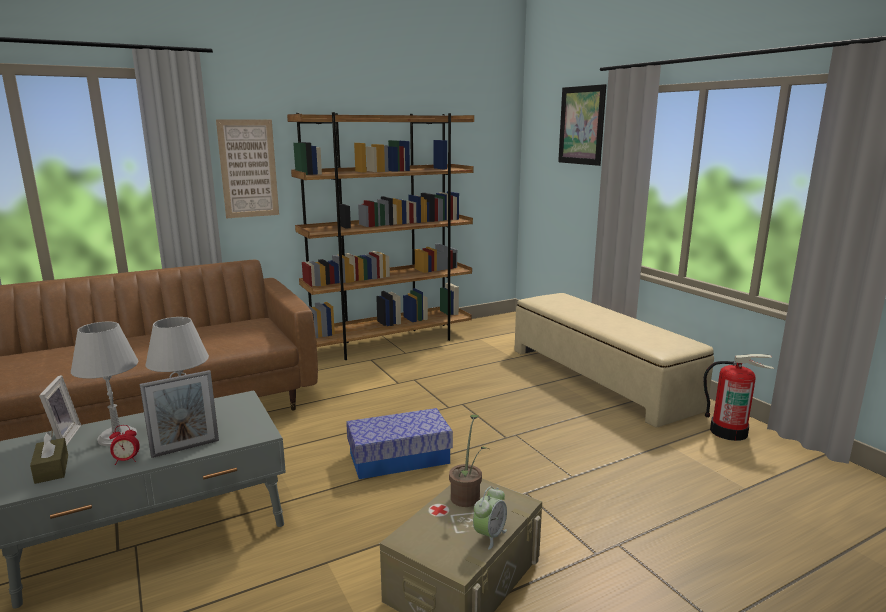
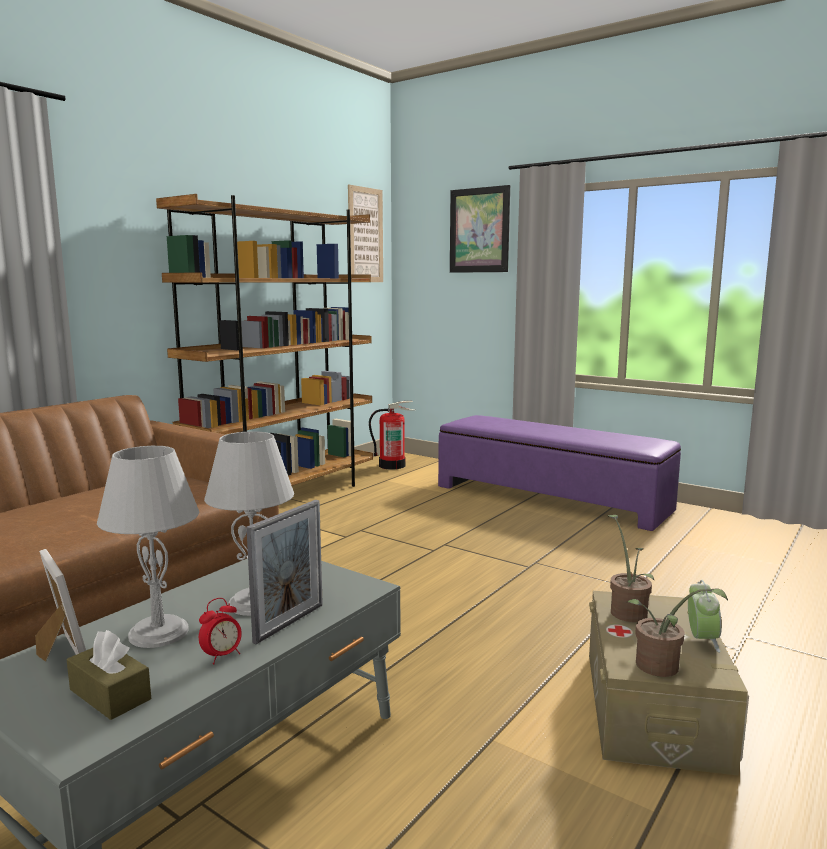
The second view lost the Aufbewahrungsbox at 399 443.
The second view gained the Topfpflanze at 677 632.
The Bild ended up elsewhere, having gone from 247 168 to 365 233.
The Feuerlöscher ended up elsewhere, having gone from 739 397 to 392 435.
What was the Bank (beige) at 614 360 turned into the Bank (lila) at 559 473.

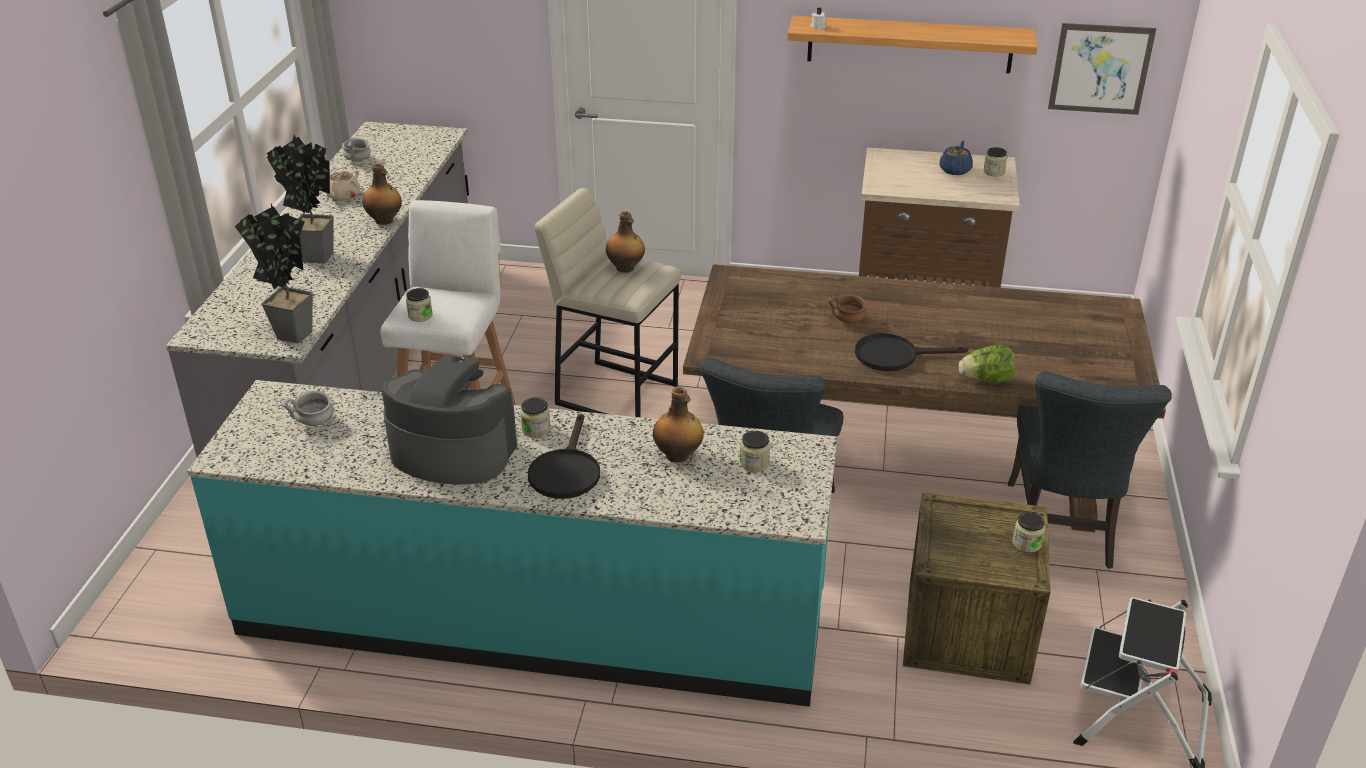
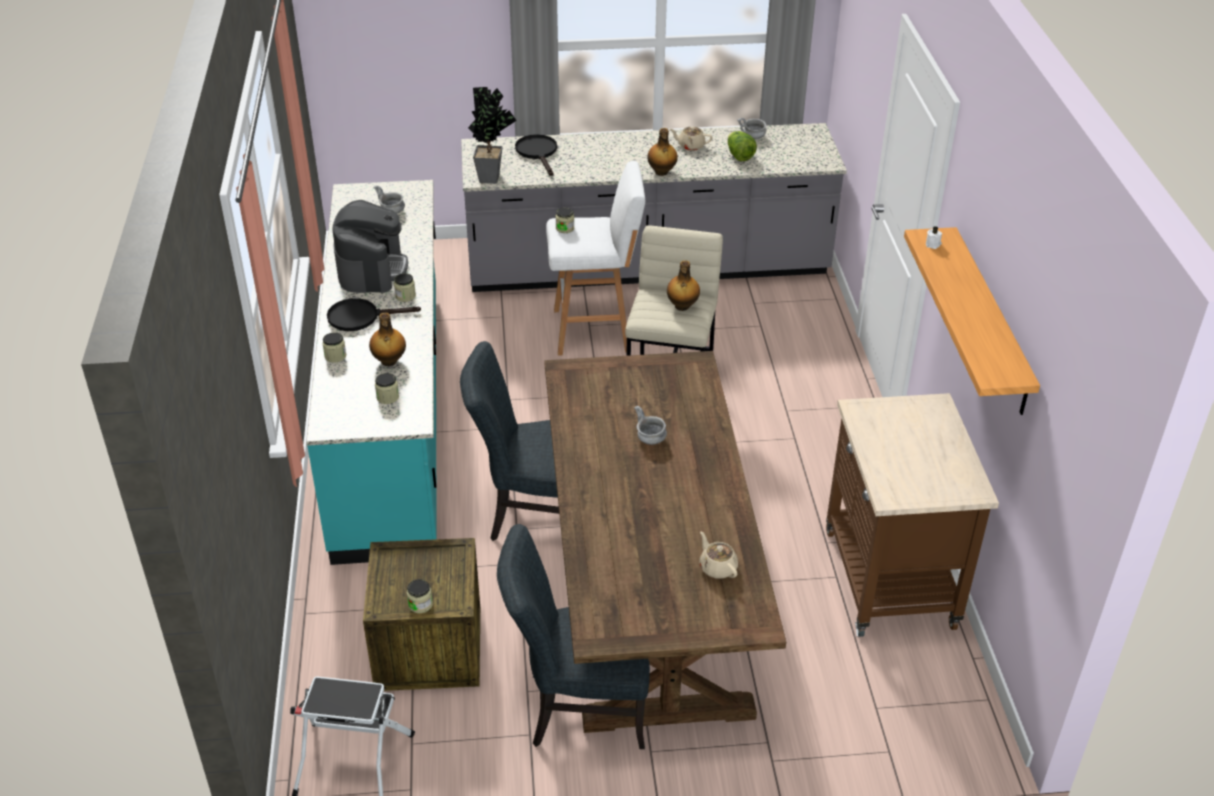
The second view lost the Topfpflanze at 300 199.
The second view lost the Teekanne (blau) at 956 157.
The second view lost the Bild at 1102 69.
The second view gained the Teekanne (beige) at 719 555.
The Pfanne (schwarz) ended up elsewhere, having gone from 911 352 to 536 155.
The Salatkopf ended up elsewhere, having gone from 987 364 to 742 146.
The Vorratsglas ended up elsewhere, having gone from 995 162 to 334 347.
What was the Schüssel (braun) at 846 309 turned into the Schüssel (grau) at 650 425.

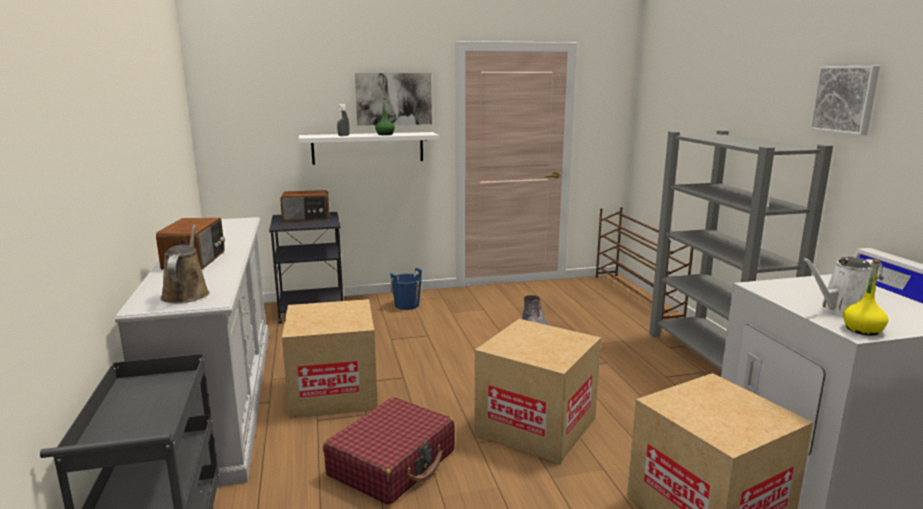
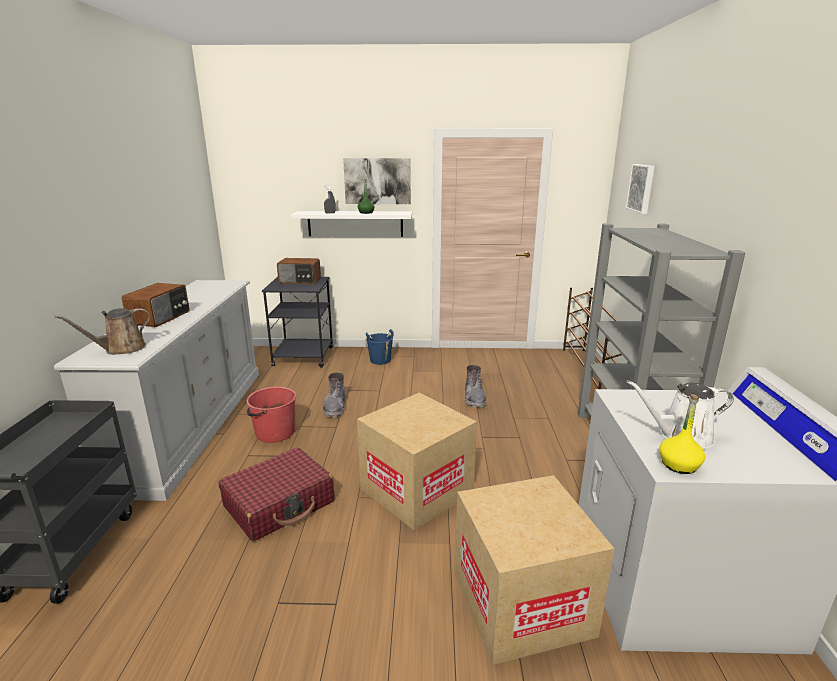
The second view gained the Stiefel (grau) at 334 395.
The Bild ended up elsewhere, having gone from 845 101 to 640 189.
Where the Karton stood at 330 359, the Eimer (rot) came to stand at 271 414.
The Gießkanne (braun) at 185 264 ended up facing another way, 135 degrees counterclockwise from before.

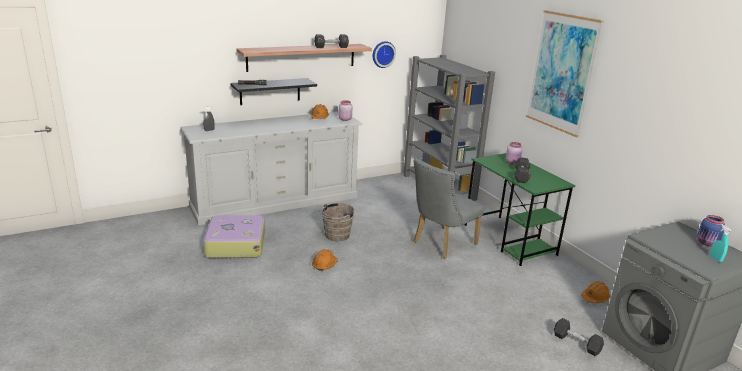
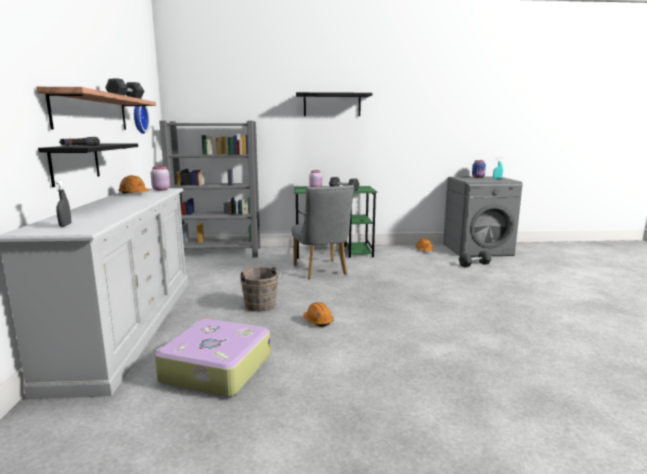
Where the Bild hung at 565 73, the Wandregal (schwarz) came to hang at 334 104.

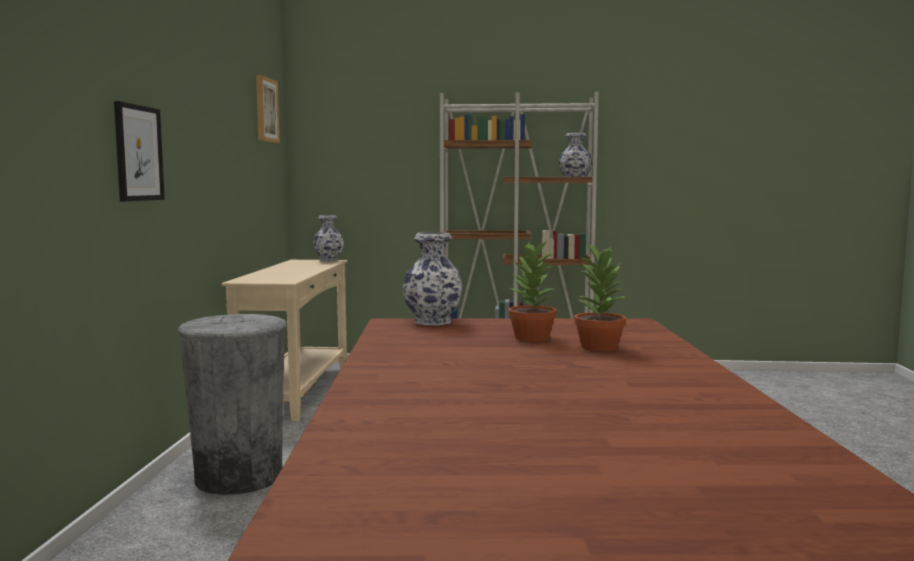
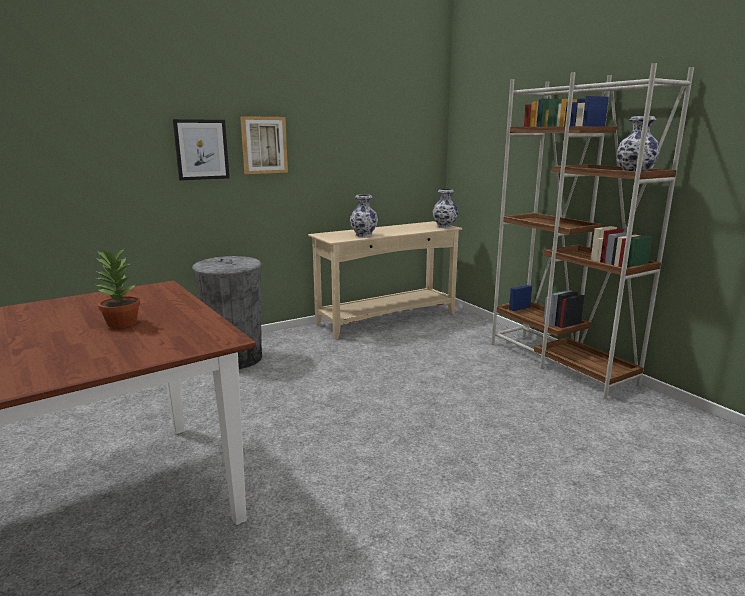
The second view lost the Topfpflanze at 601 297.
The Bild ended up elsewhere, having gone from 268 109 to 264 145.
The Vase ended up elsewhere, having gone from 432 278 to 364 215.

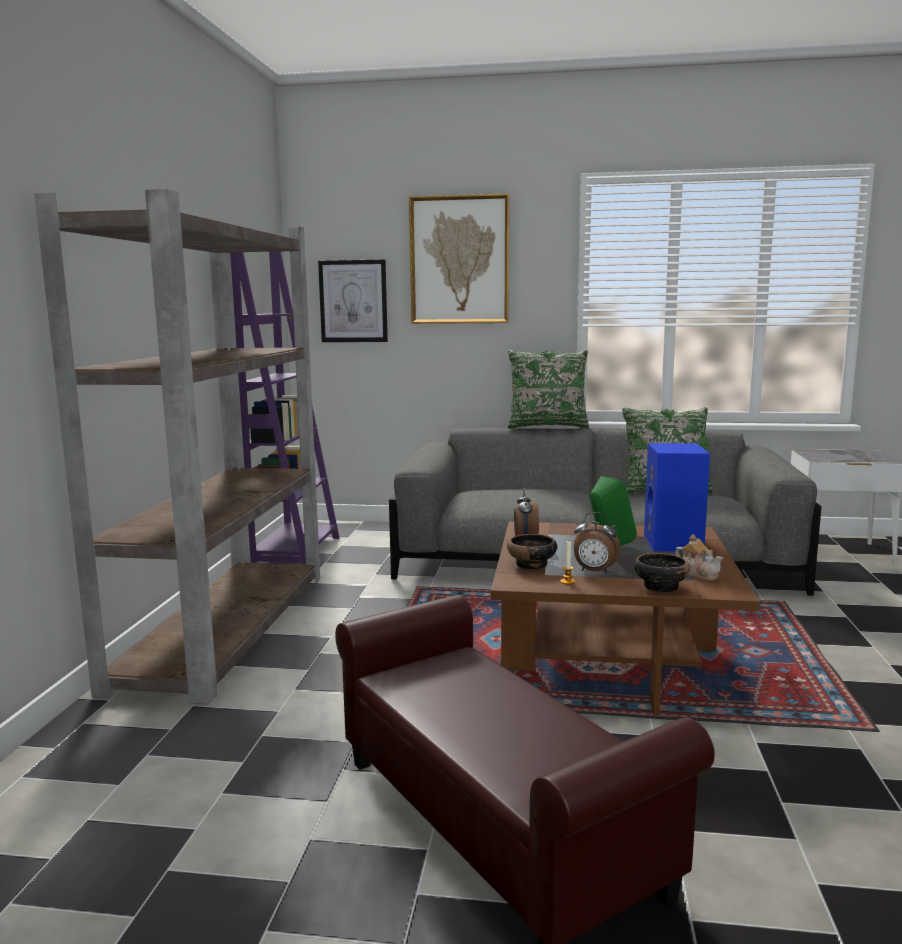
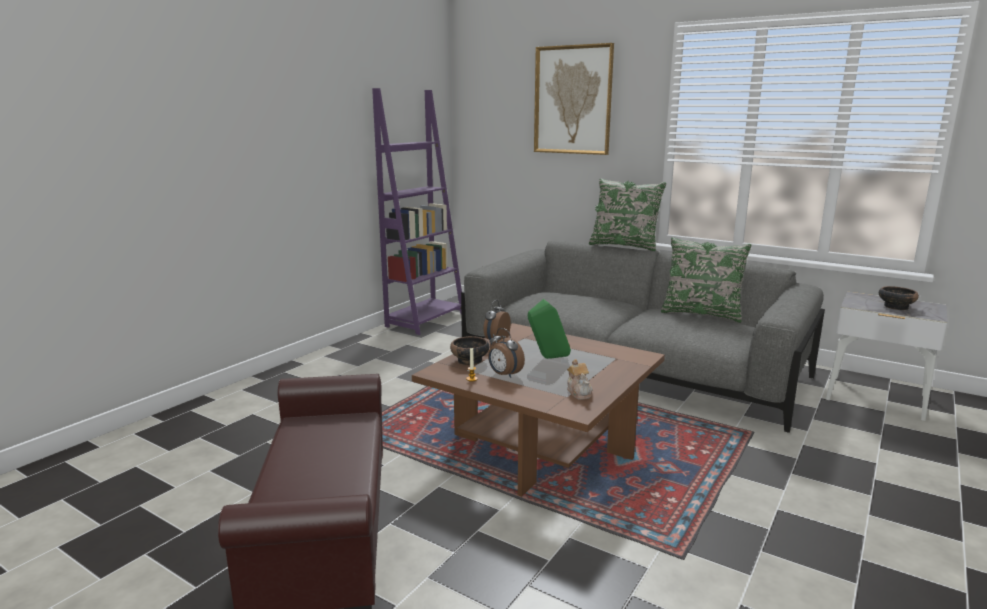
The second view lost the Bücherregal (braun) at 177 446.
The second view lost the Bild at 353 300.
The second view lost the Lautsprecher (blau) at 677 497.
The Schüssel ended up elsewhere, having gone from 662 573 to 899 298.

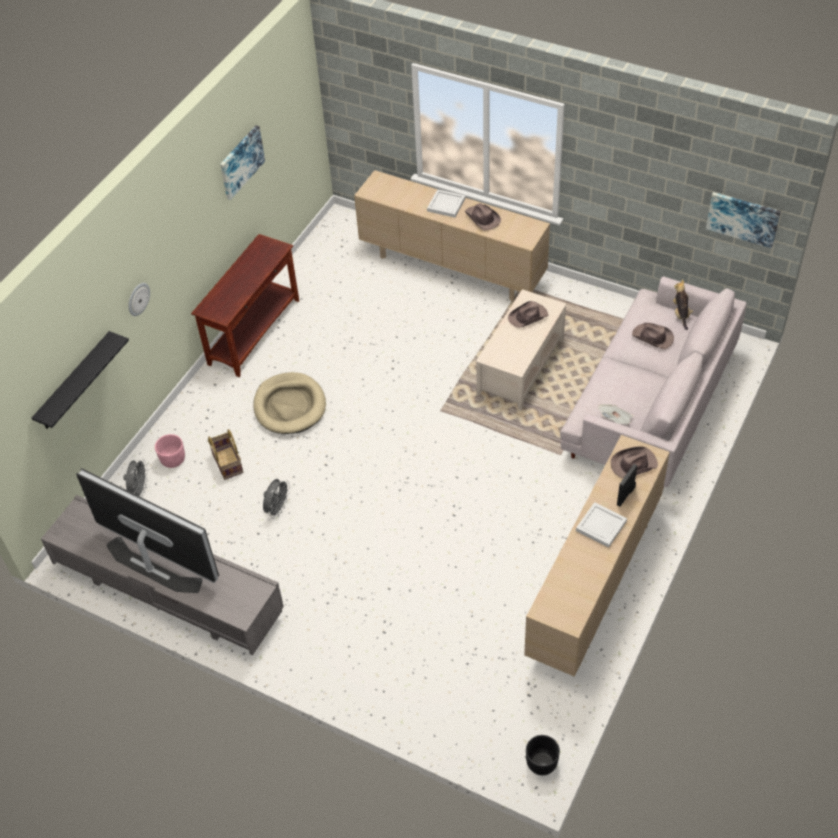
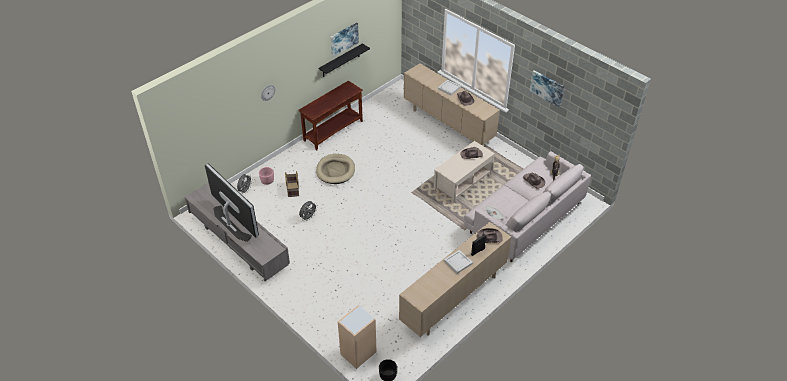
The second view gained the Bücherregal at 357 337.
The Wandregal (schwarz) ended up elsewhere, having gone from 80 380 to 344 60.
The Bild ended up elsewhere, having gone from 743 220 to 546 88.

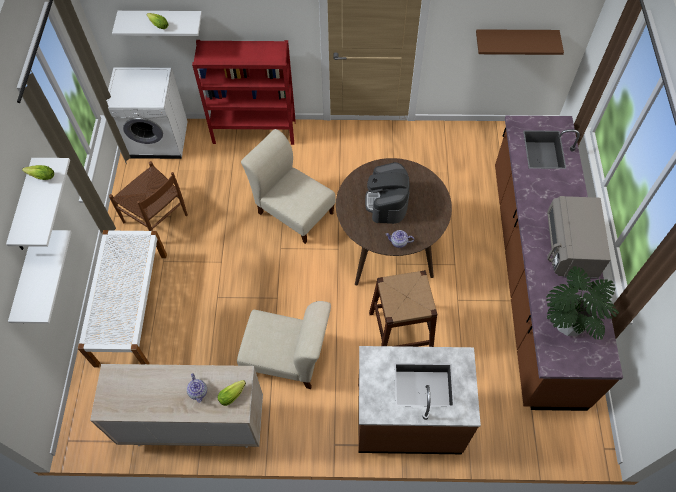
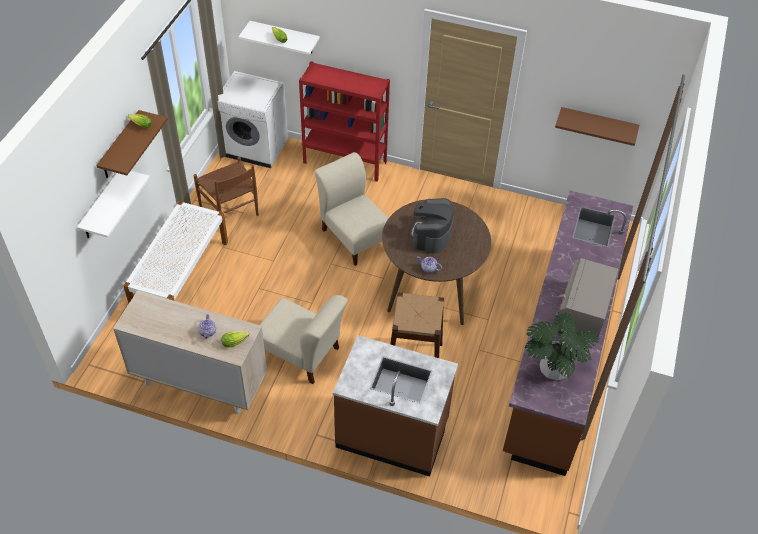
What was the Wandregal (weiß) at 38 204 turned into the Wandregal (braun) at 132 144.

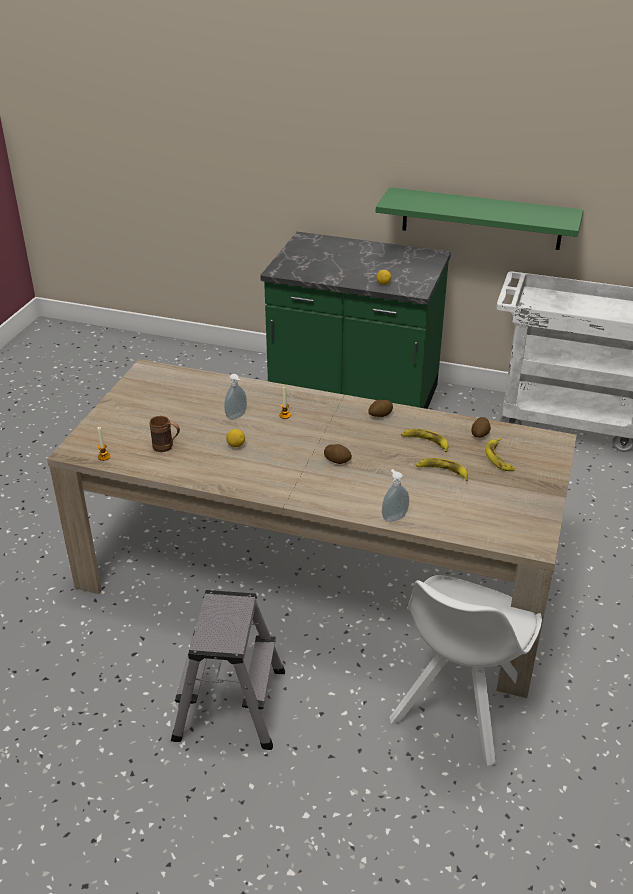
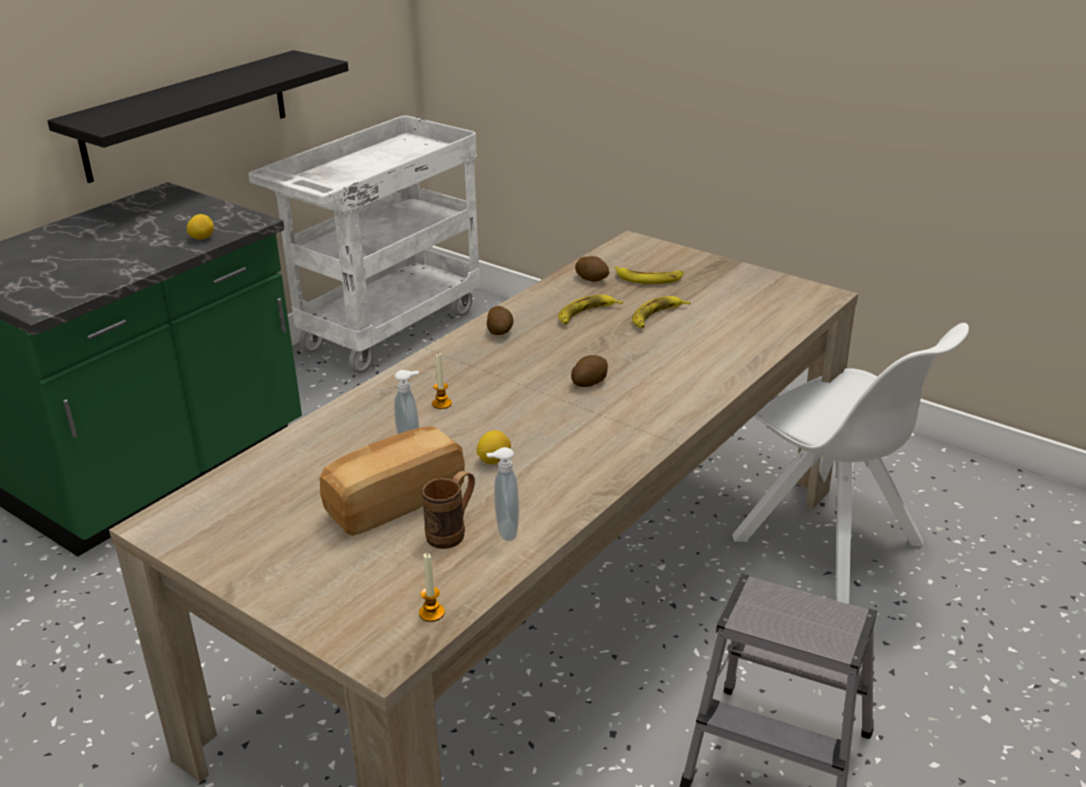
The second view gained the Brot at 392 481.
The Seifenspender ended up elsewhere, having gone from 395 495 to 502 494.
What was the Wandregal (grün) at 479 218 turned into the Wandregal (schwarz) at 198 116.

